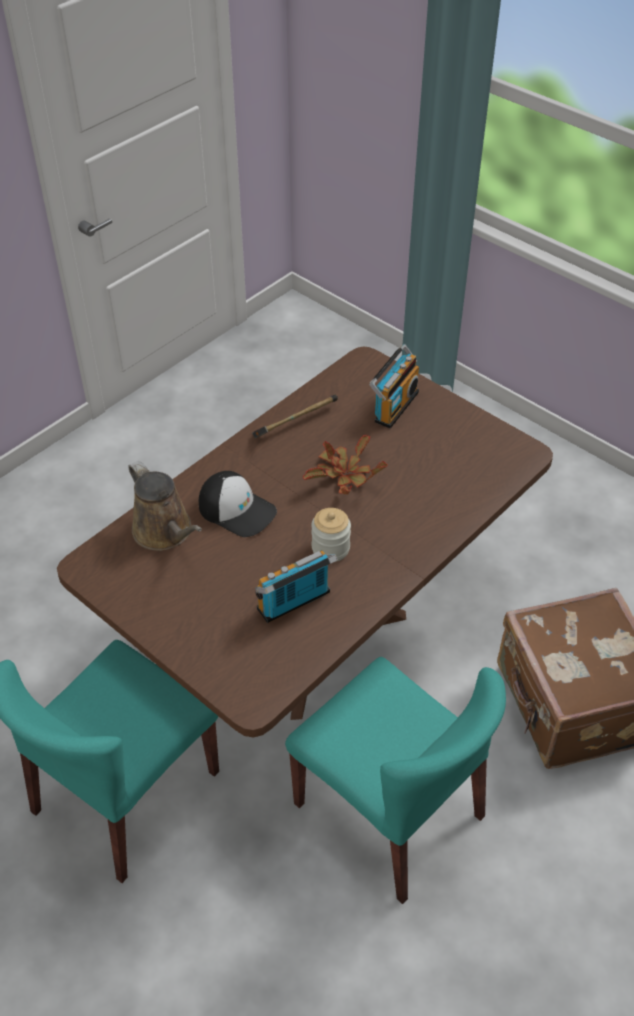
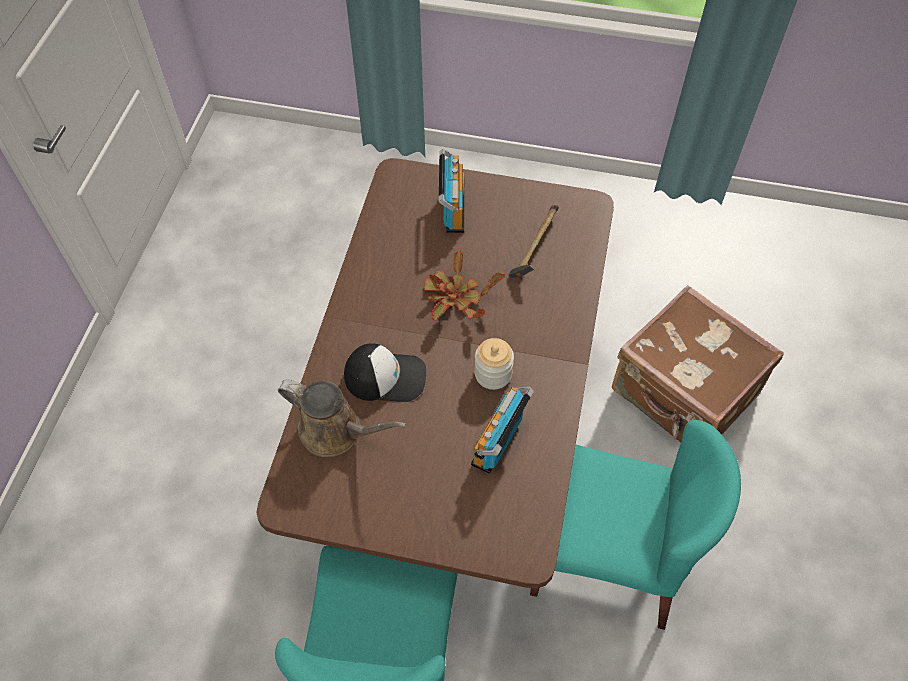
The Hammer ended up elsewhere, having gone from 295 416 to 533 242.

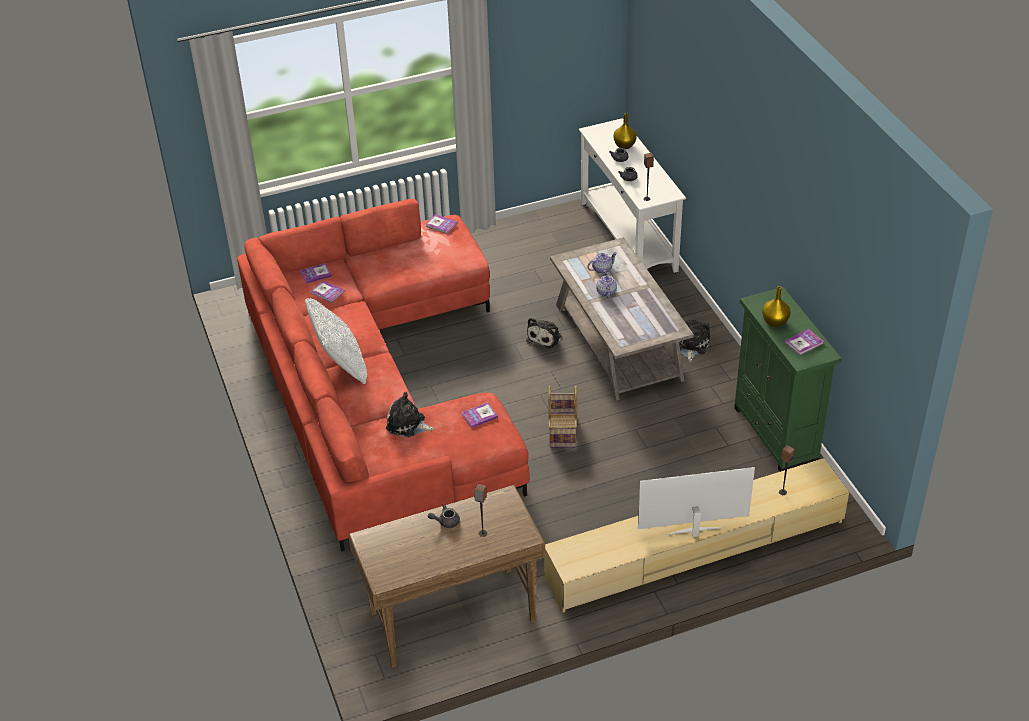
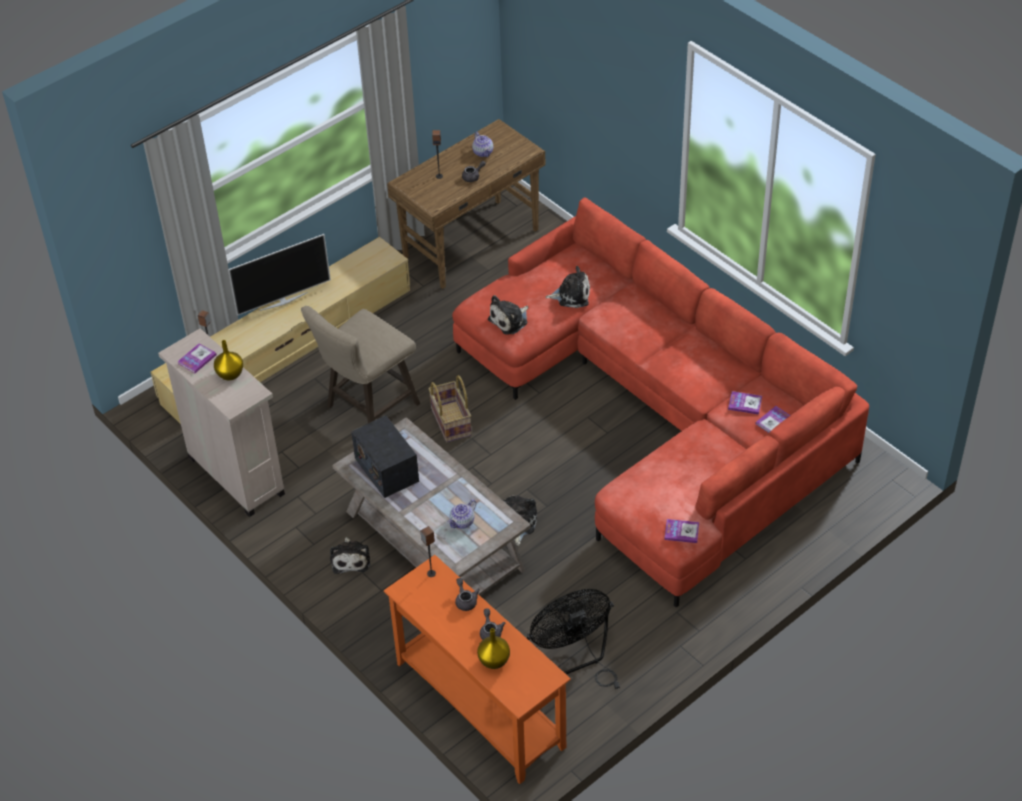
The second view lost the Kissen (weiß) at 336 341.
The second view gained the Hocker (beige) at 360 364.
The second view gained the Radio at 385 456.
The second view gained the Ventilator (schwarz) at 573 639.
The Teekanne ended up elsewhere, having gone from 606 284 to 482 144.
Where the Buch stood at 480 415, the Plüschtier came to stand at 508 315.
What was the Konsolentisch (weiß) at 632 195 turned into the Konsolentisch (orange) at 477 669.
What was the Schrank (grün) at 788 379 turned into the Schrank (beige) at 221 422.

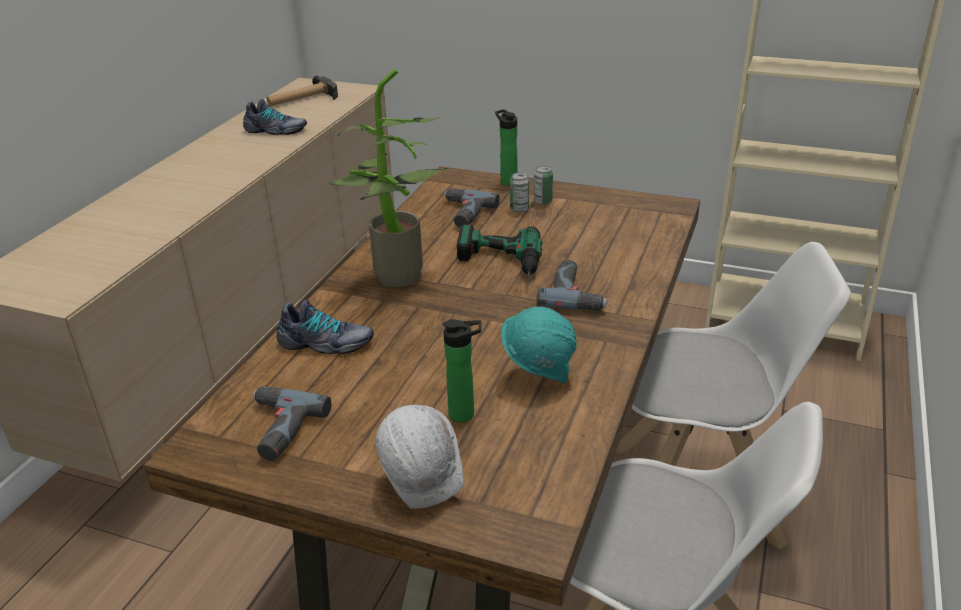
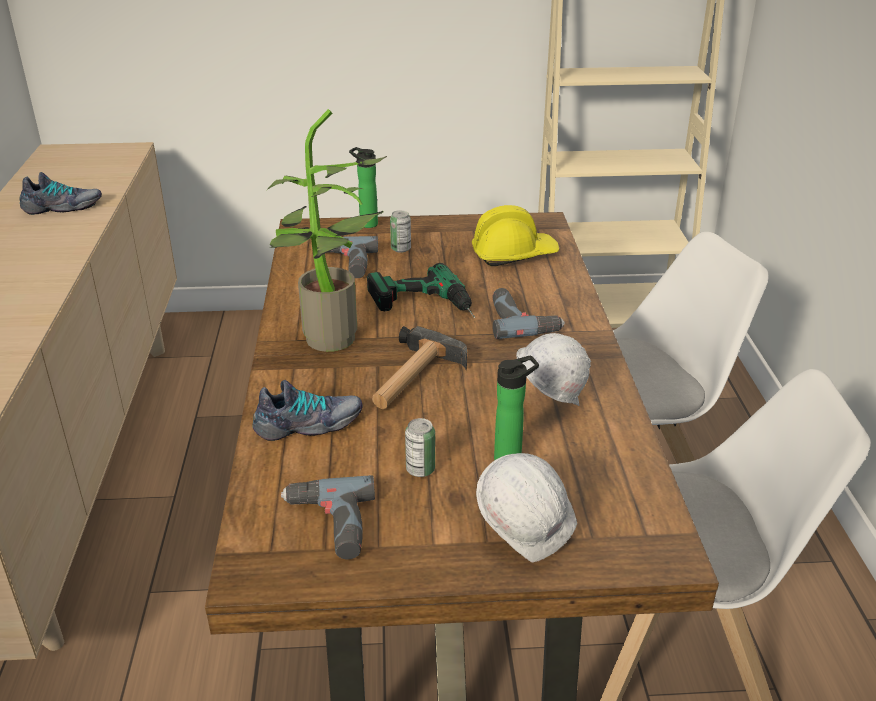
The second view gained the Schutzhelm (gelb) at 515 235.
The Hammer ended up elsewhere, having gone from 302 91 to 419 367.
The Dose ended up elsewhere, having gone from 543 185 to 420 447.
What was the Schutzhelm (türkis) at 539 345 turned into the Schutzhelm (weiß) at 553 369.

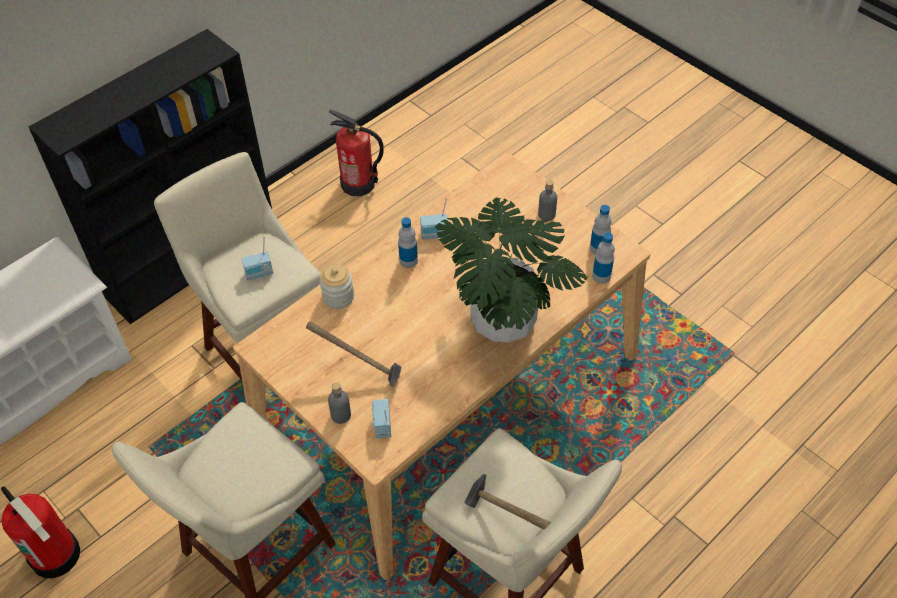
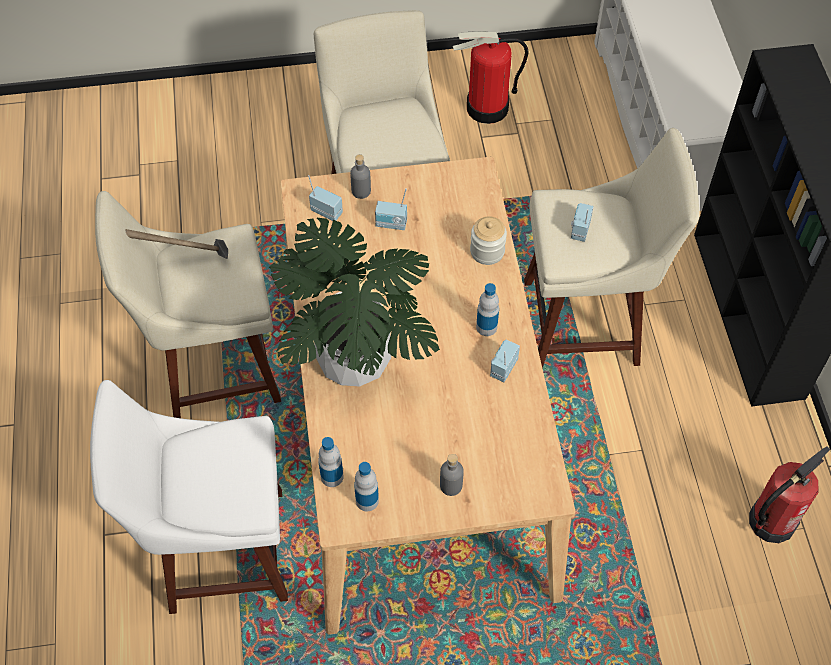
The second view gained the Hocker (weiß) at 189 497.
Where the Hammer stood at 353 353, the Radio came to stand at 391 209.

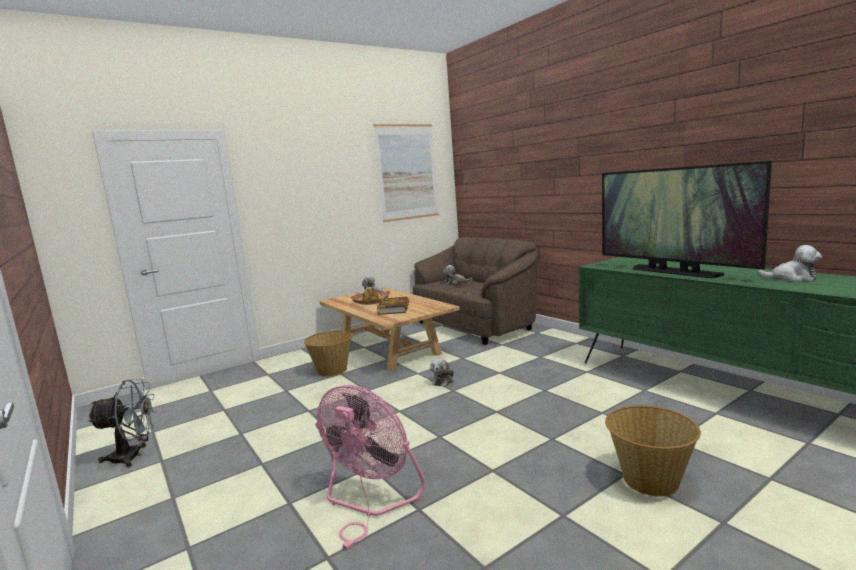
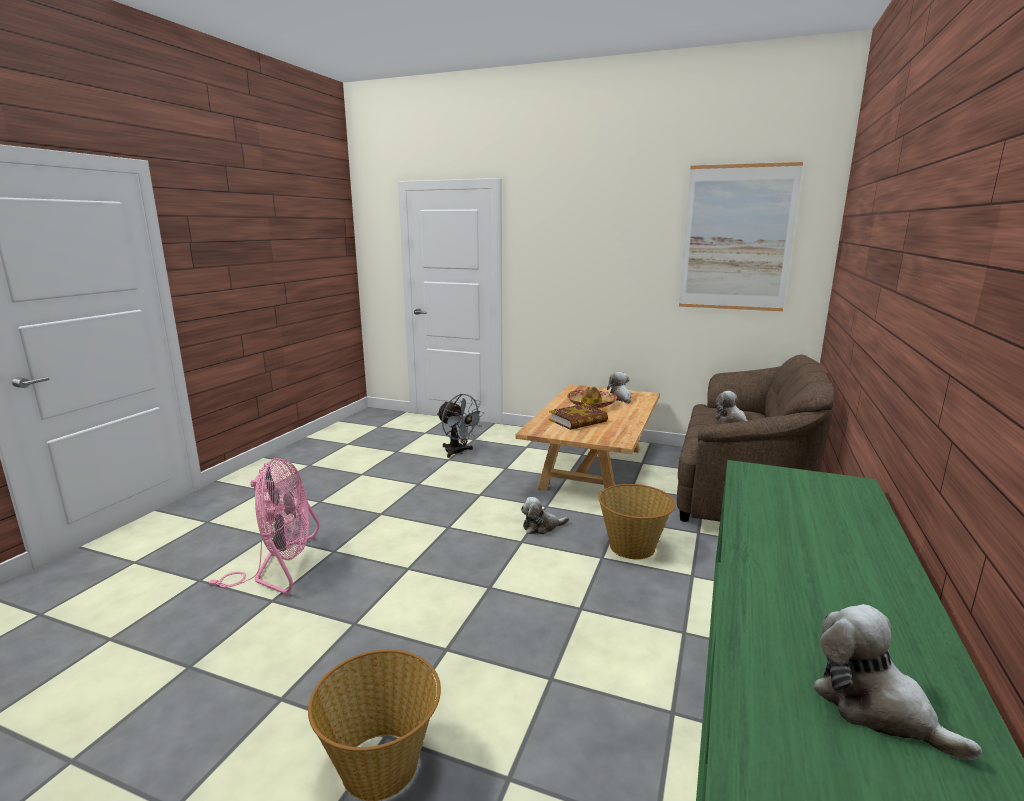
The second view lost the Fernseher at 687 219.
The Ventilator (grau) ended up elsewhere, having gone from 122 423 to 460 426.
The Korb ended up elsewhere, having gone from 328 354 to 637 521.
The Plüschtier at 789 263 ended up facing another way, 150 degrees clockwise from before.

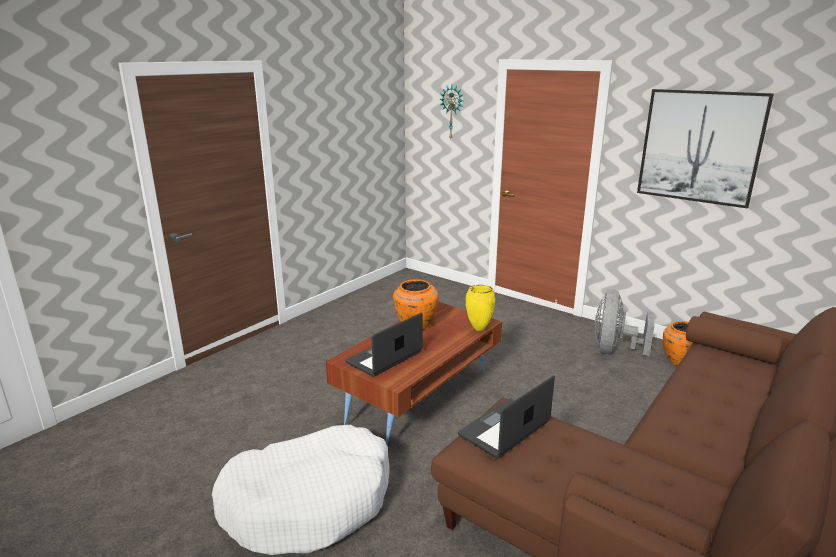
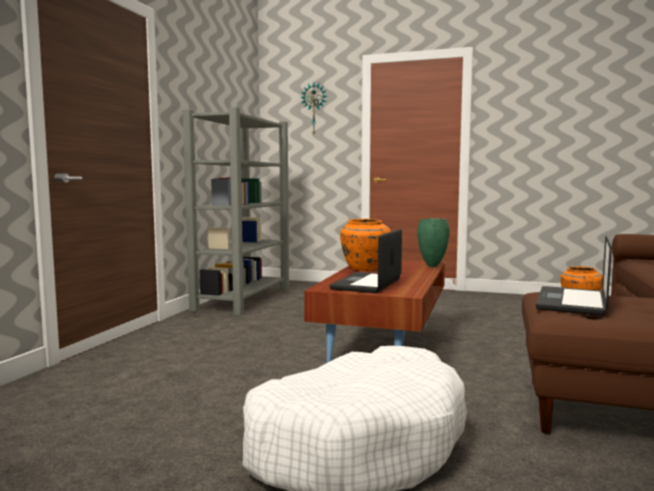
The second view lost the Ventilator (grau) at 625 323.
The second view lost the Bild at 705 148.
The second view gained the Bücherregal (grau) at 236 211.
What was the Vase (gelb) at 480 308 turned into the Vase (grün) at 433 242.

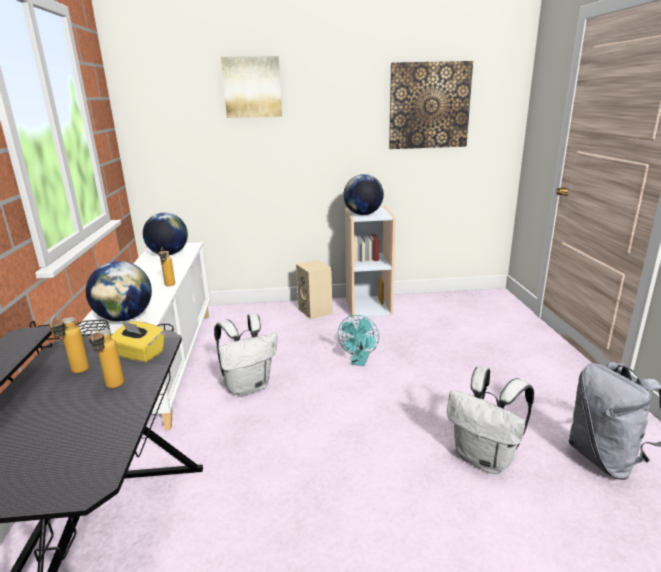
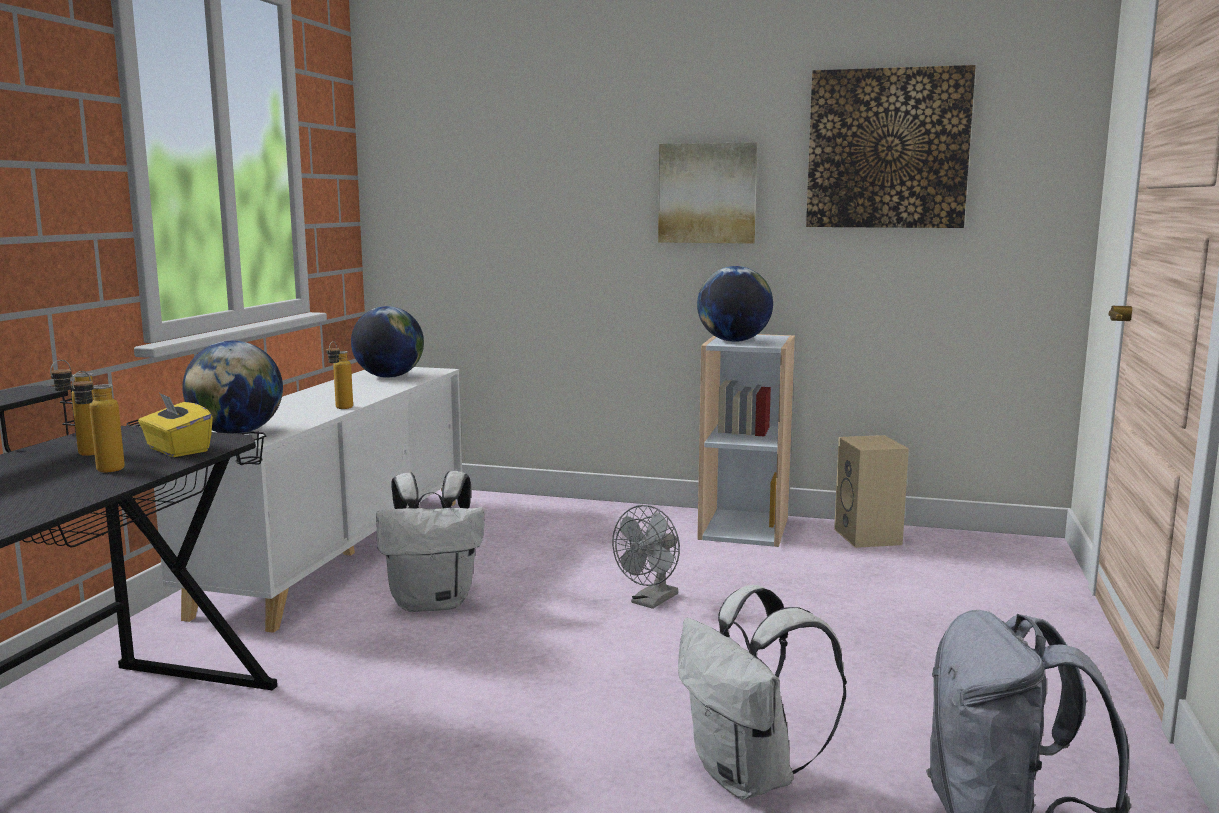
The Bild ended up elsewhere, having gone from 251 87 to 708 193.
The Lautsprecher (beige) ended up elsewhere, having gone from 314 289 to 871 491.
What was the Ventilator (türkis) at 358 340 turned into the Ventilator (grau) at 646 557.

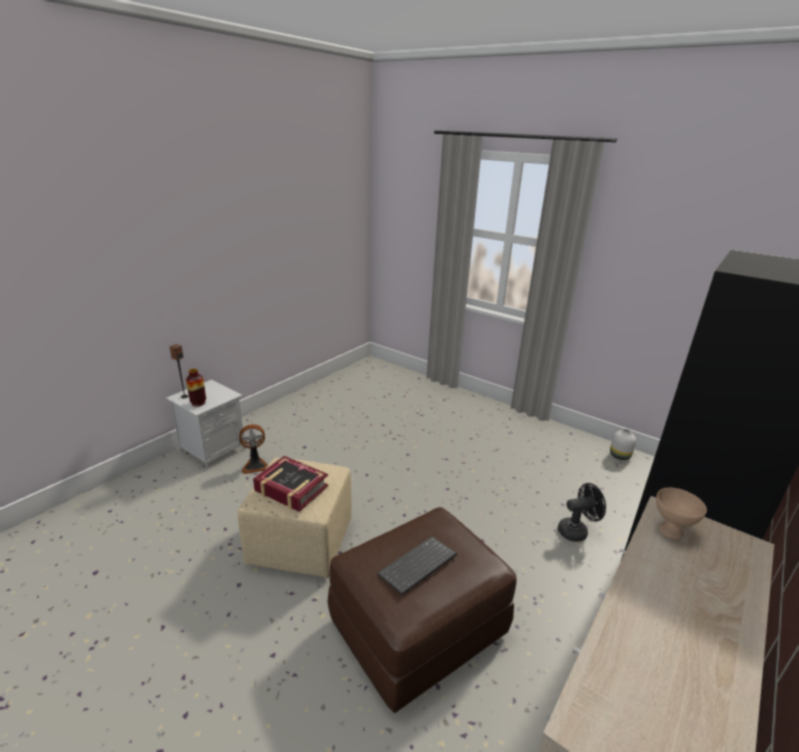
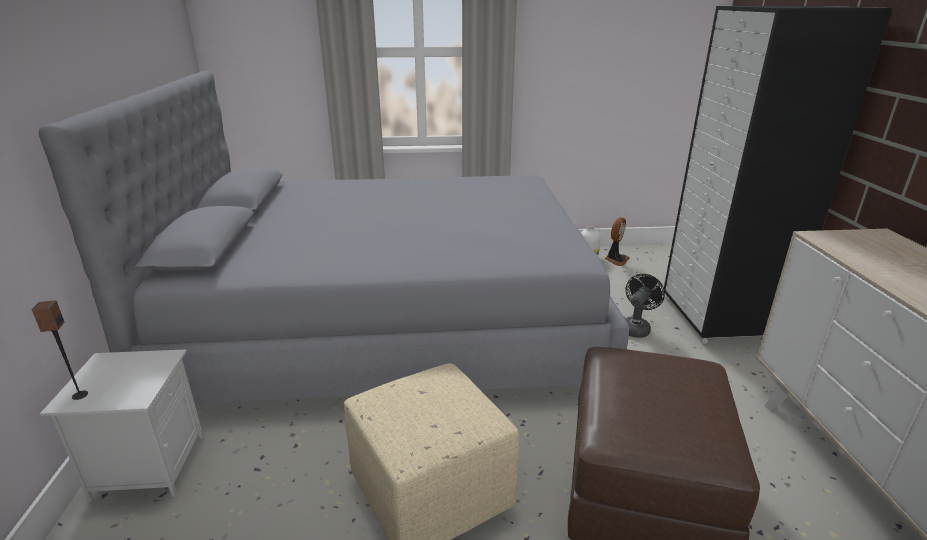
The second view lost the Vase at 196 387.
The second view lost the Buch at 290 484.
The second view lost the Tastatur at 417 565.
The second view lost the Schüssel (beige) at 681 514.
The second view gained the Bett (grau) at 334 237.
The Ventilator ended up elsewhere, having gone from 253 449 to 616 241.

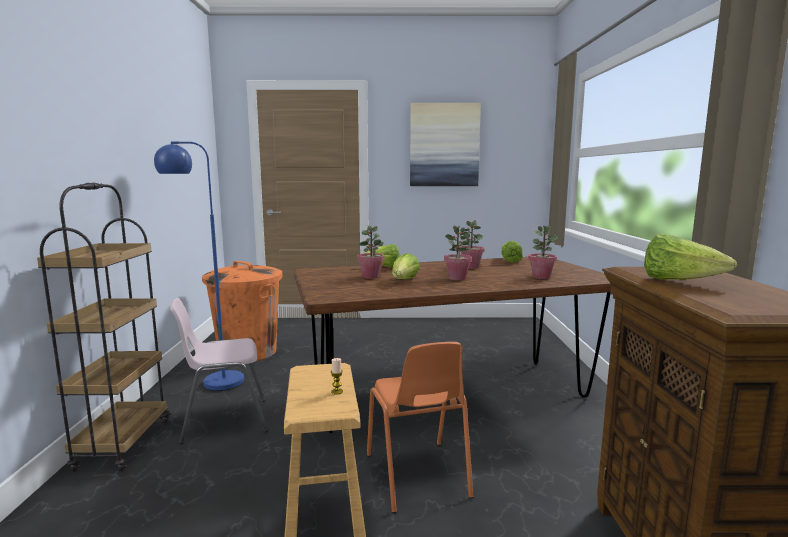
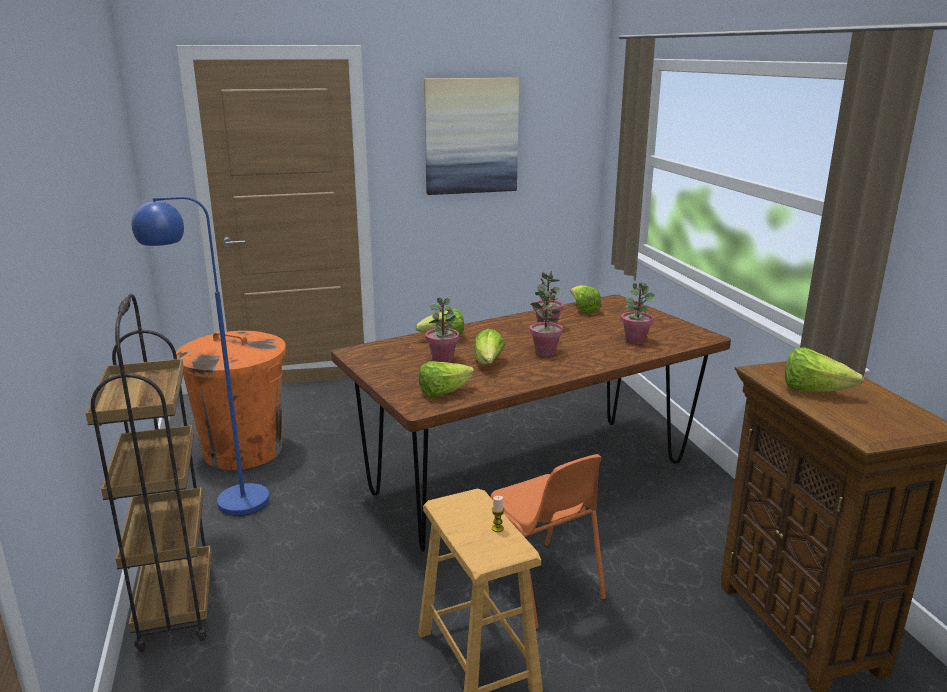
The second view lost the Stuhl (rosa) at 219 371.
The second view gained the Salatkopf at 446 379.

